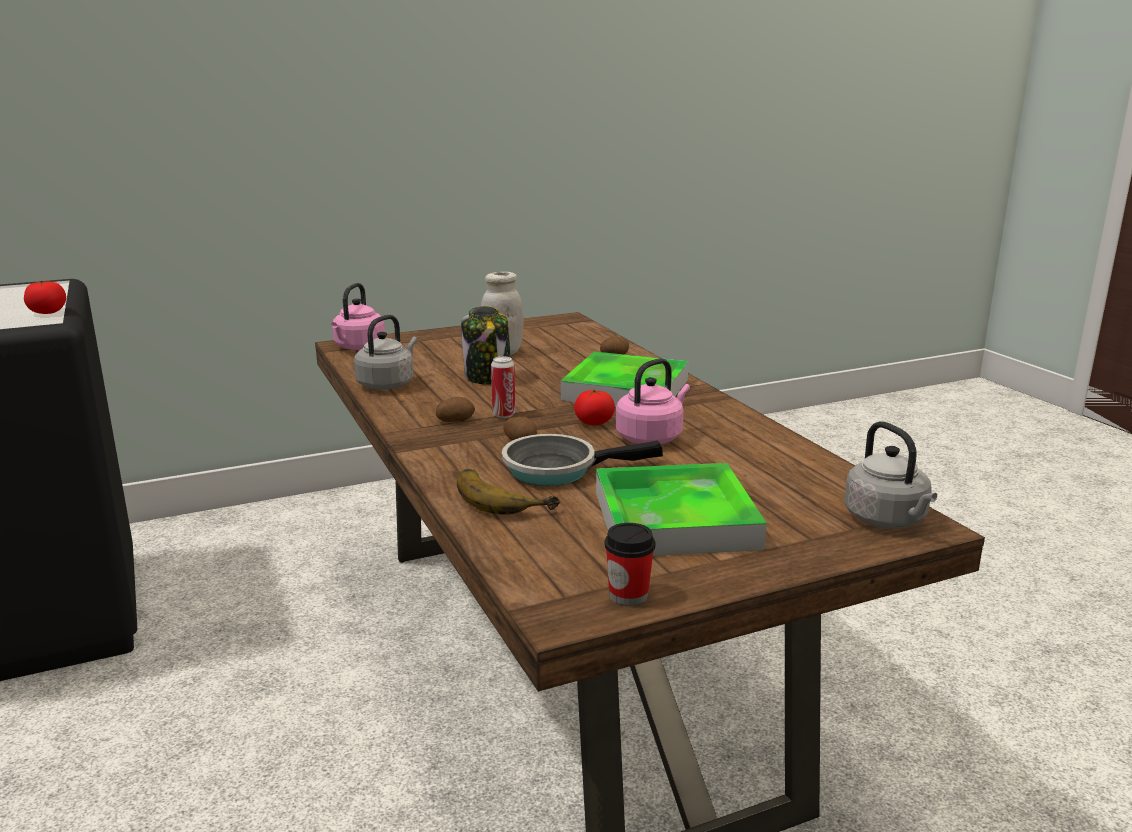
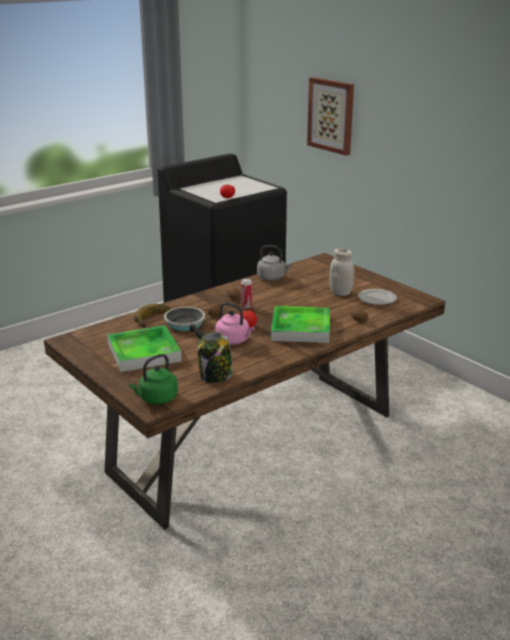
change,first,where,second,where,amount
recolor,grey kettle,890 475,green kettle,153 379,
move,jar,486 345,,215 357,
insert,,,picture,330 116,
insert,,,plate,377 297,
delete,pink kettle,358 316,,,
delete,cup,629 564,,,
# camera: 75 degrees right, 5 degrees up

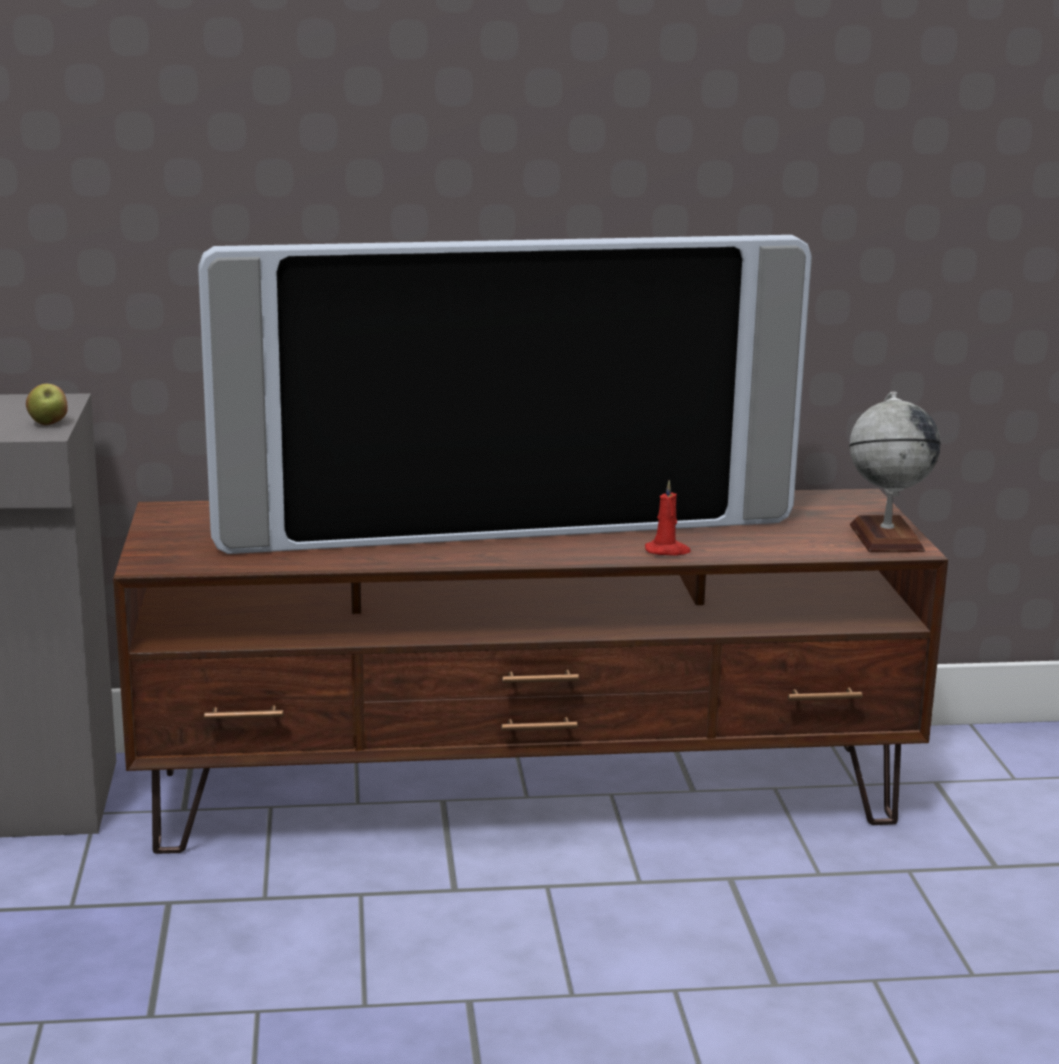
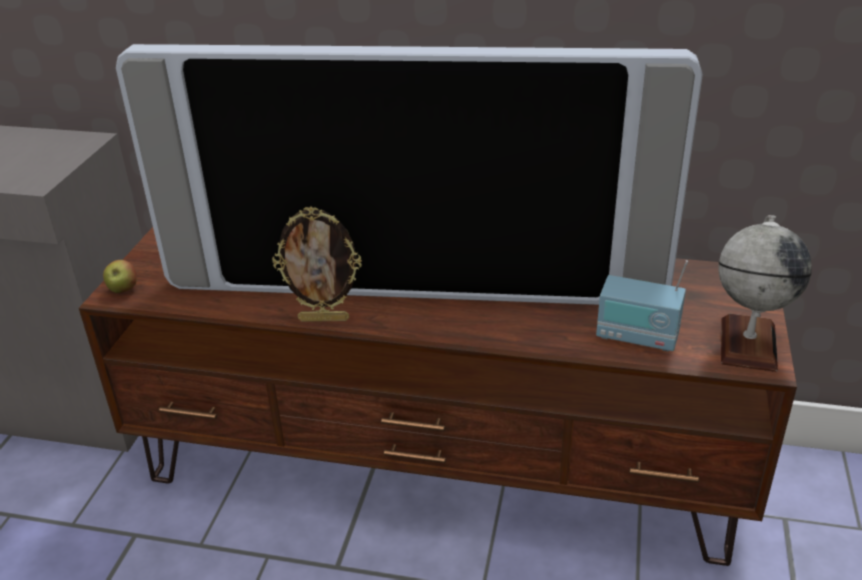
change,first,where,second,where,amount
move,apple,47 404,,120 276,
insert,,,picture frame,317 264,
insert,,,radio,642 306,
delete,red candle,668 518,,,
# camera: 20 degrees right, 15 degrees up

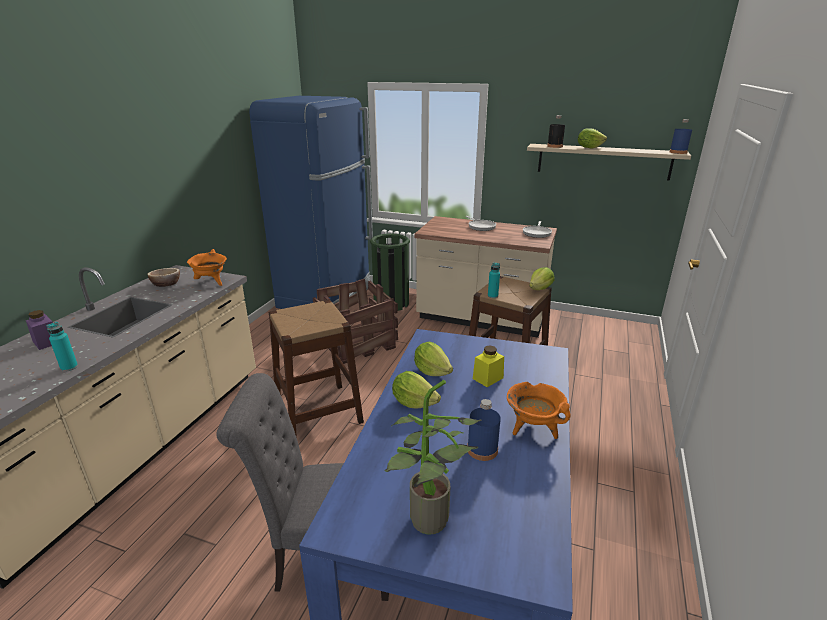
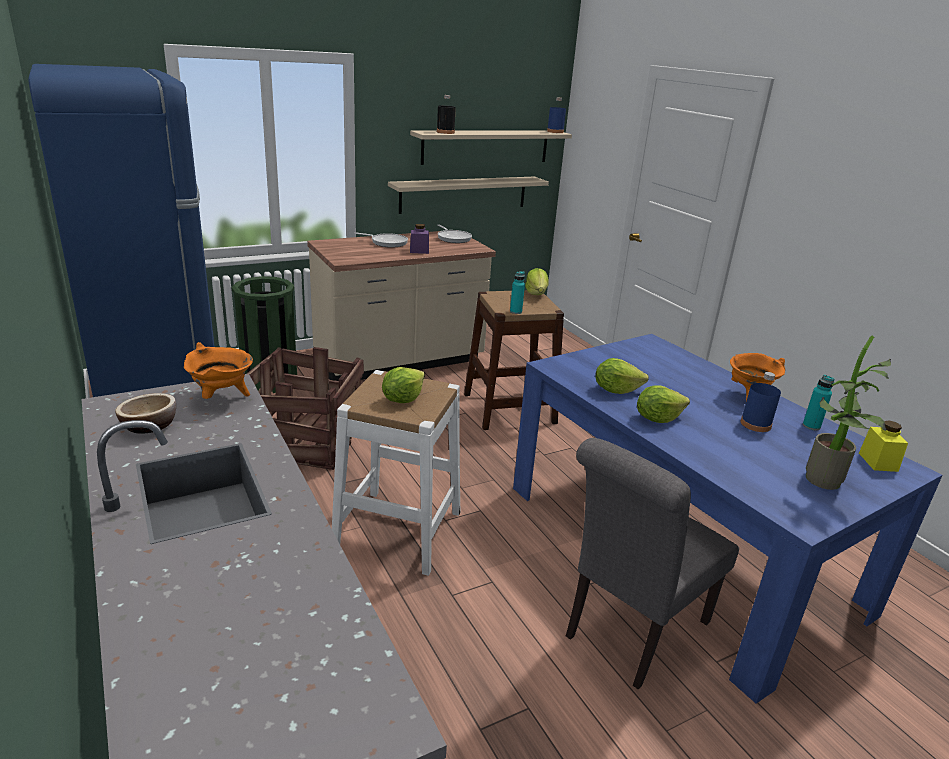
change,first,where,second,where,amount
recolor,brown stool,316 369,white stool,396 473,
move,lettuce,592 138,,403 385,
insert,,,beige shelf,468 195,
move,purple jar,39 330,,419 239,
move,turquoise bottle,62 347,,819 403,
move,yellow jar,488 366,,883 446,
# camera: 50 degrees left, 0 degrees up

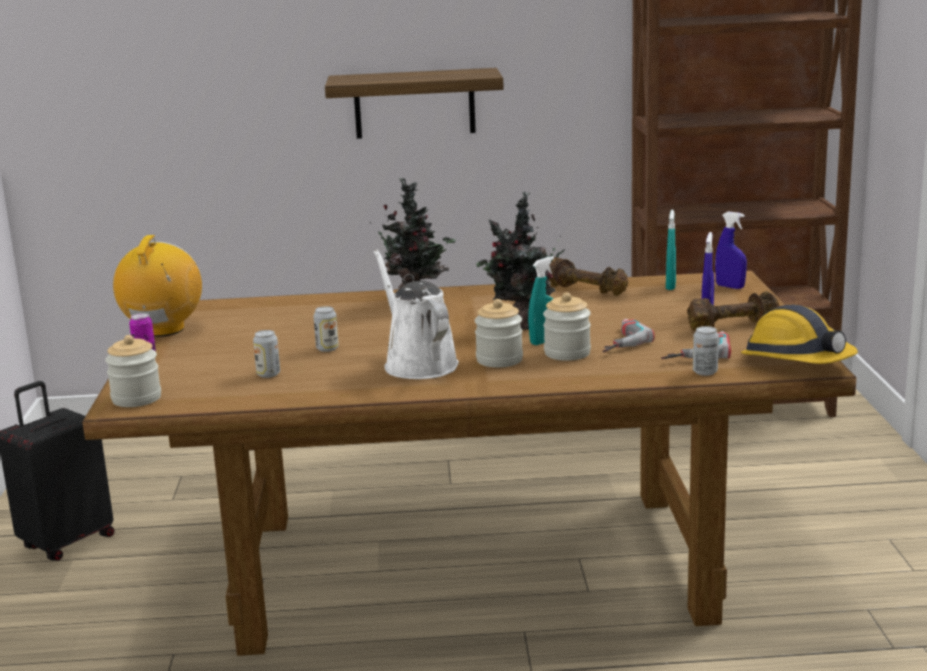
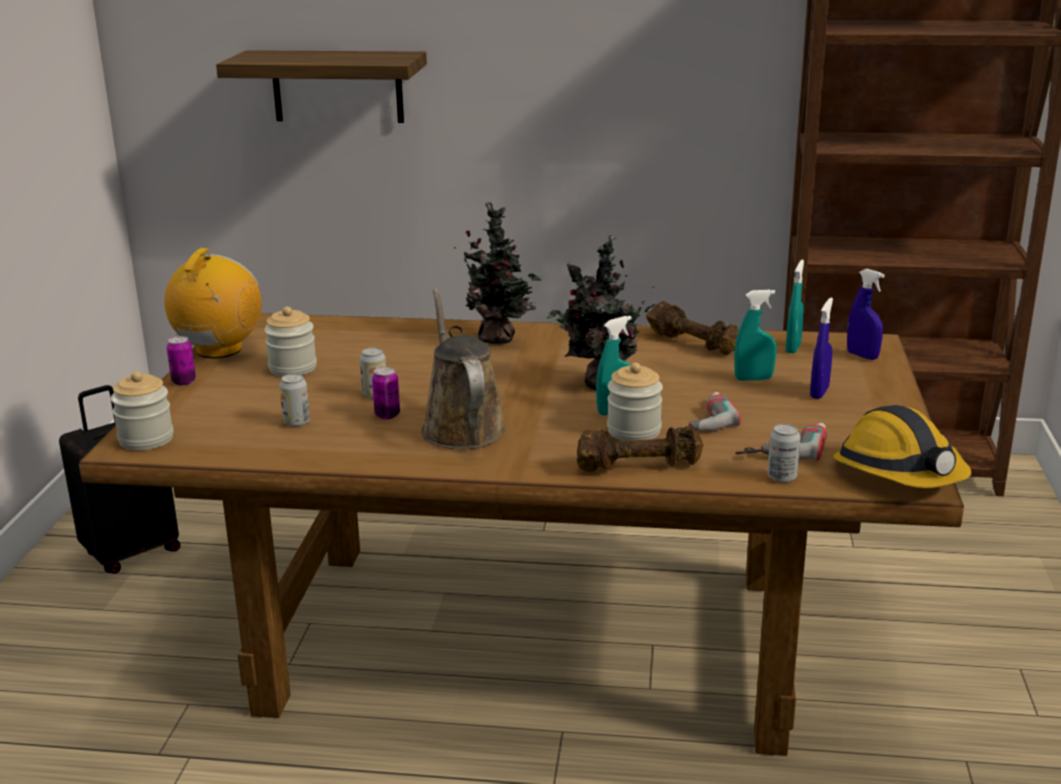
change,first,where,second,where,amount
move,shelf,414 103,,321 86,
move,jar,499 333,,290 342,
insert,,,can,386 393,
recolor,white watering can,416 314,brown watering can,464 368,
move,brown dumbbell,733 311,,640 449,
insert,,,turquoise spray bottle,755 335,
# camera: 10 degrees right, 5 degrees up

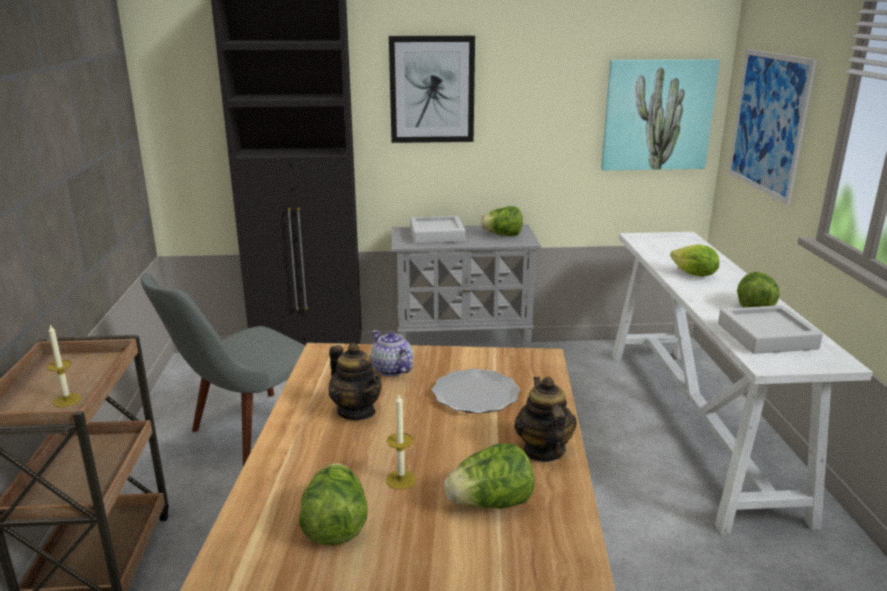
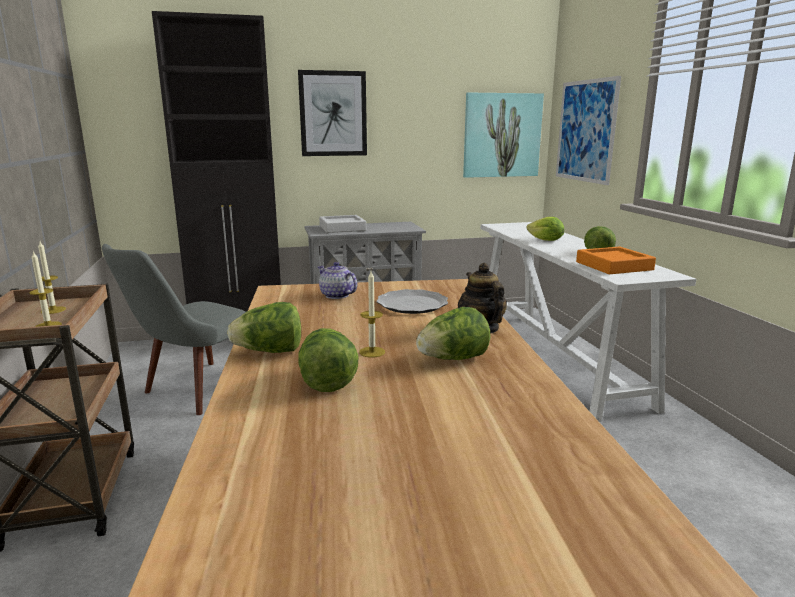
change,first,where,second,where,amount
insert,,,candle,52 278,
move,lettuce,501 221,,264 327,
recolor,grey tray,770 329,orange tray,616 260,
delete,teapot,355 381,,,
# camera: 10 degrees left, 5 degrees down

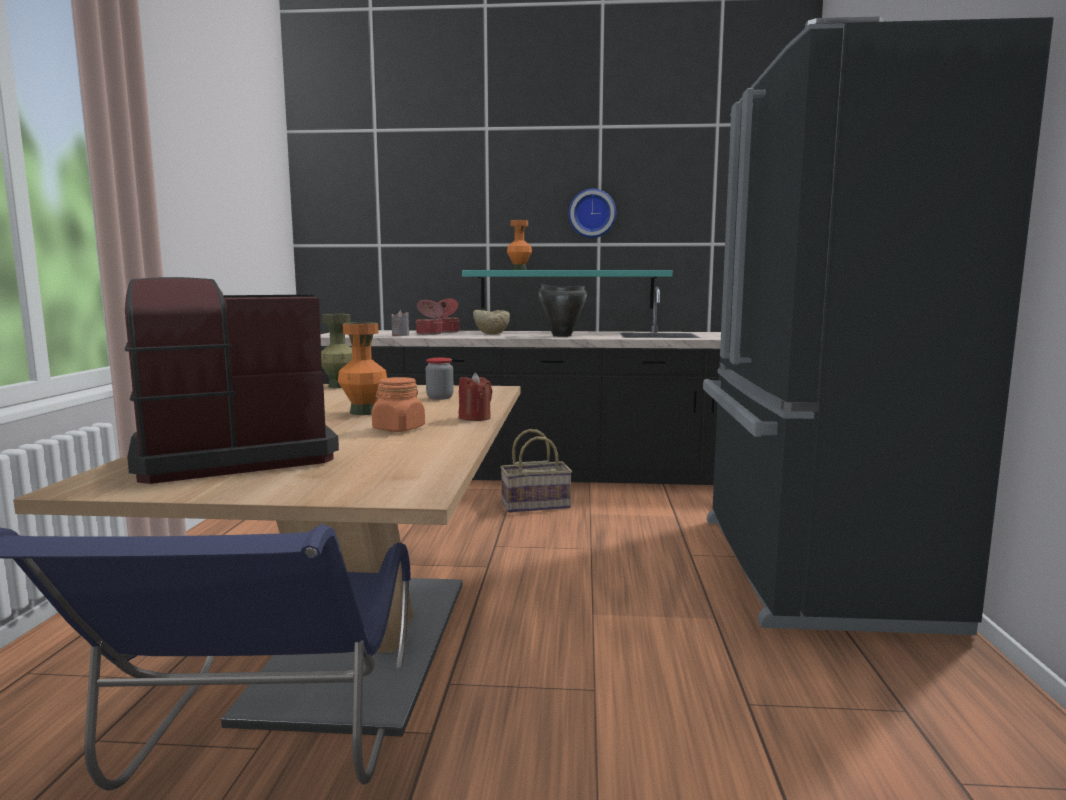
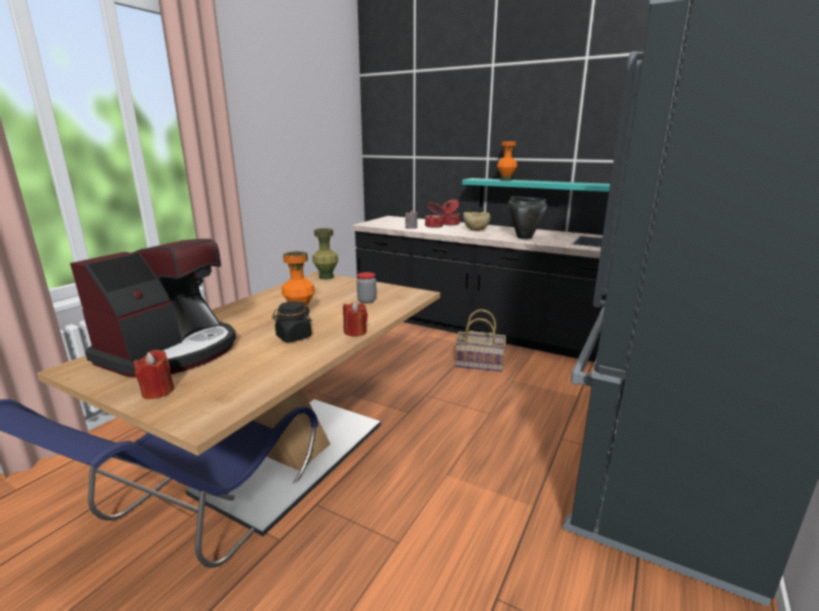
change,first,where,second,where,amount
rotate,coffee machine,232 380,,153 308,120 degrees clockwise
insert,,,red candle,154 374,
recolor,orange jar,398 404,black jar,292 321,
delete,wall clock,592 213,,,
# camera: 25 degrees right, 10 degrees up

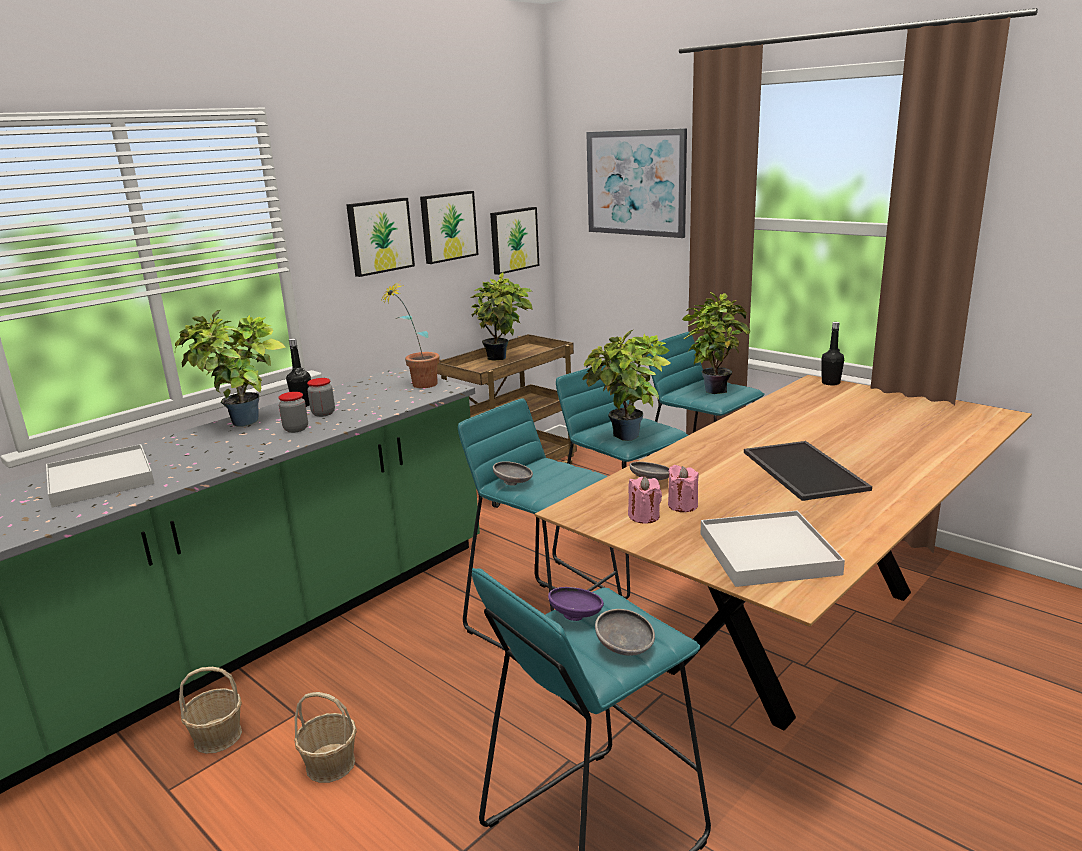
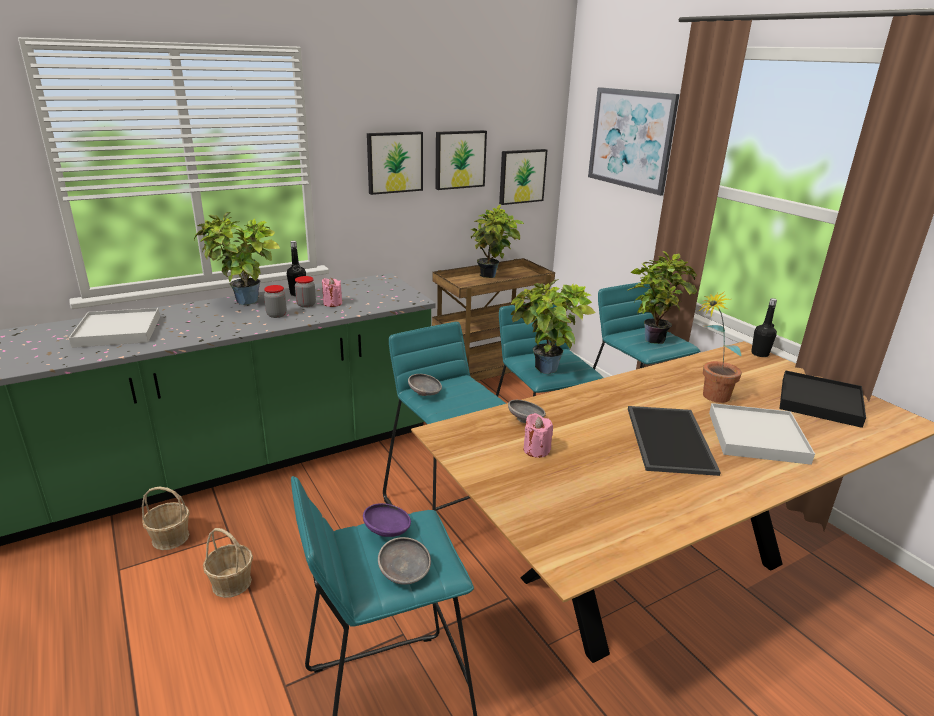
change,first,where,second,where,amount
move,pink candle,645 500,,332 292,
move,potted plant,409 334,,719 347,
move,white tray,773 548,,762 434,
insert,,,black tray,822 399,
# camera: 15 degrees right, 5 degrees up

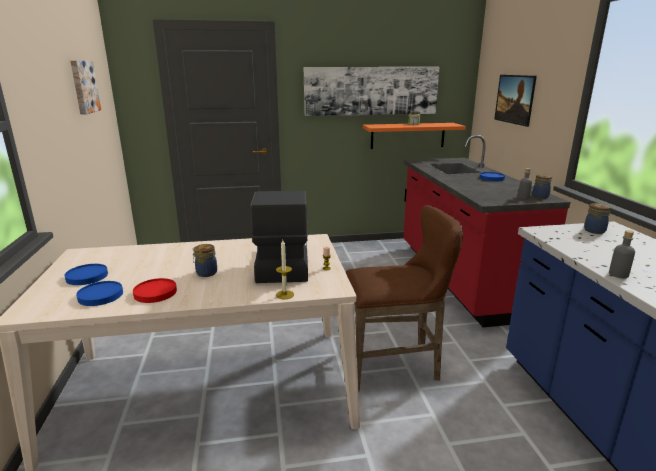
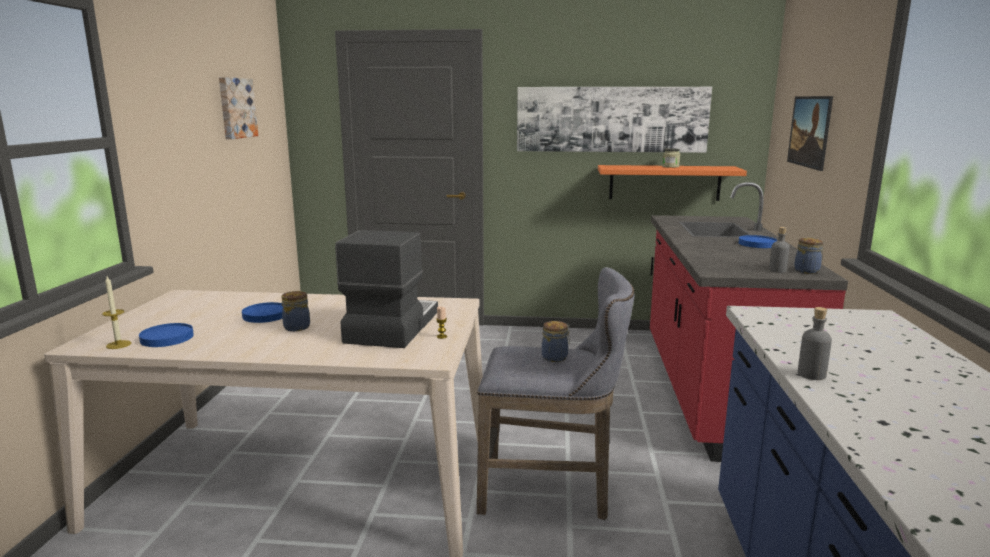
change,first,where,second,where,amount
move,candle,285 269,,117 312,
move,blue plate,86 274,,262 312,
recolor,brown stool,404 298,grey stool,555 393,
move,jar,597 218,,556 341,
delete,red plate,155 290,,,
# camera: 15 degrees right, 5 degrees down

